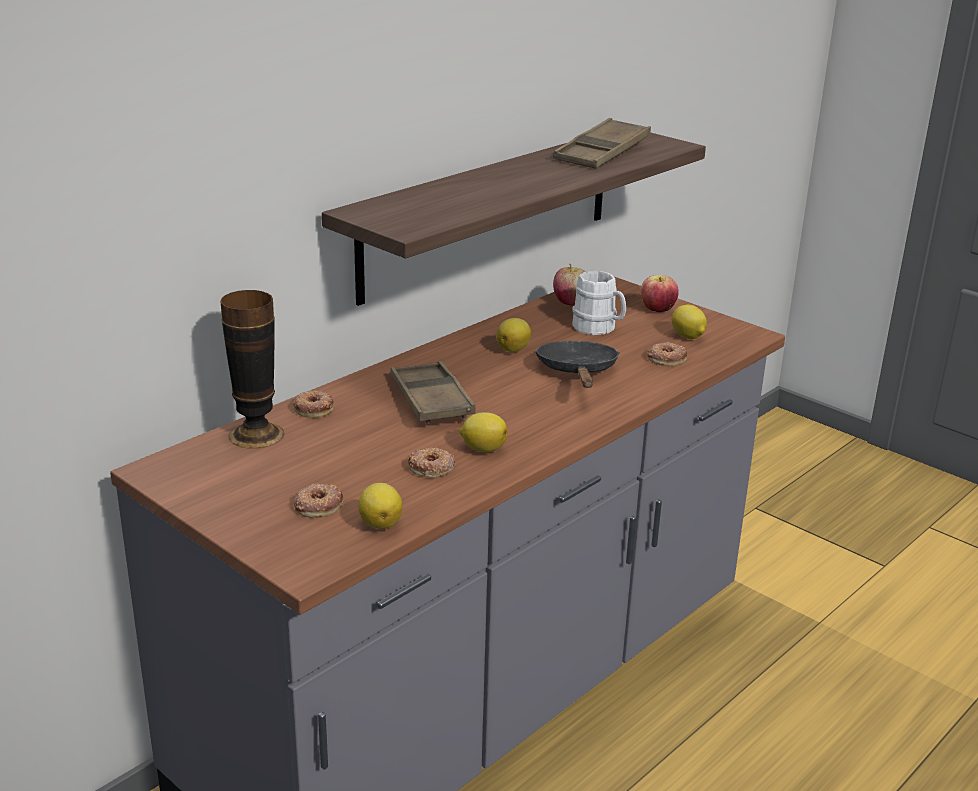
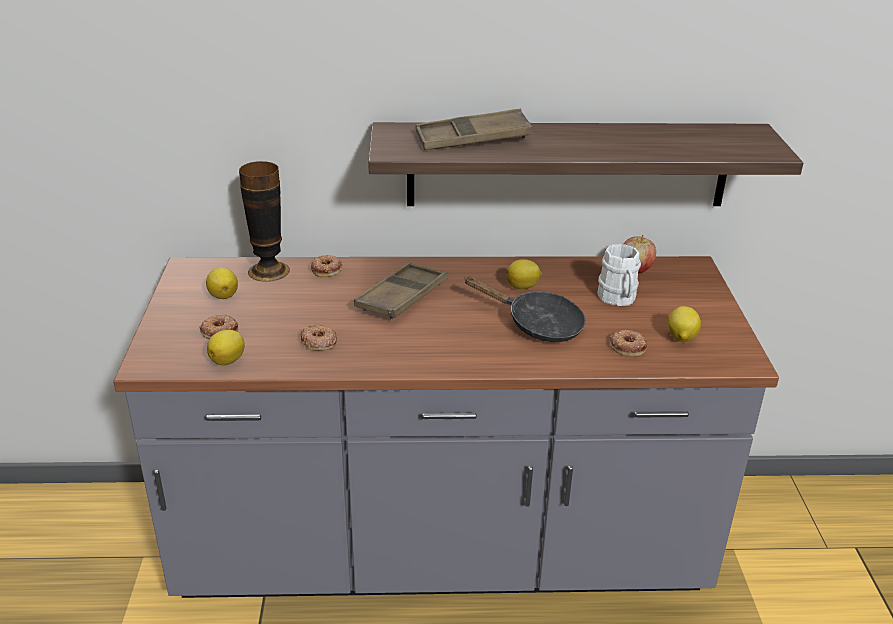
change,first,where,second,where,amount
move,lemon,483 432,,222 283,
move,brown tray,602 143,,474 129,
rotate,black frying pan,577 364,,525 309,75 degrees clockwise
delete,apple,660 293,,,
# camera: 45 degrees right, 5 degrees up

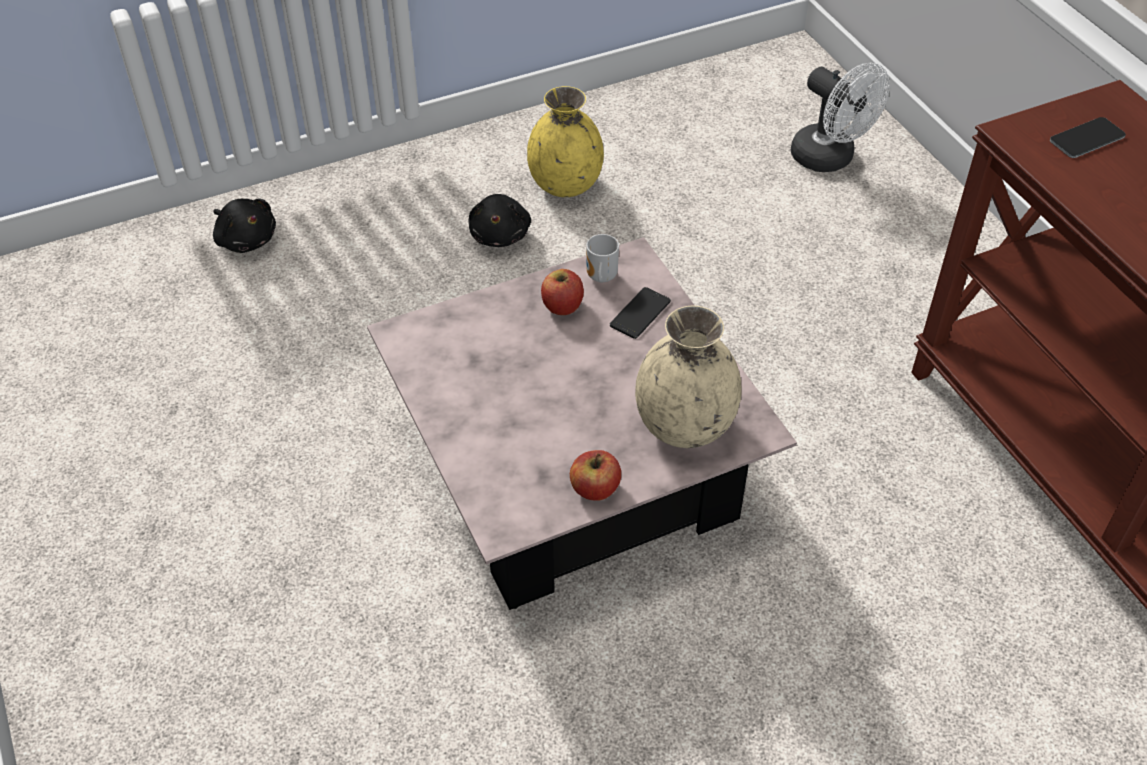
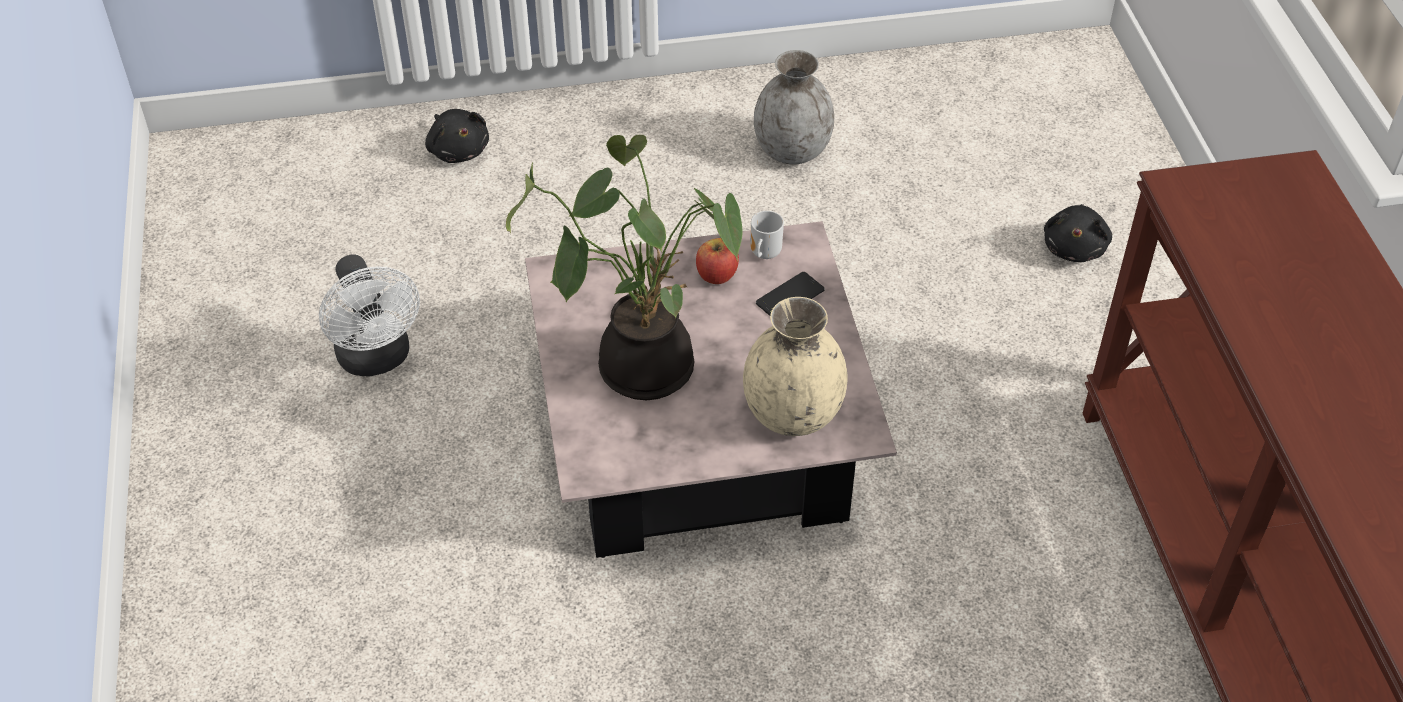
change,first,where,second,where,amount
move,white fan,840 117,,369 316,
insert,,,potted plant,624 267,
recolor,yellow vase,565 141,grey vase,794 107,
move,black plush toy,499 220,,1078 233,
delete,apple,595 475,,,
delete,phone,1088 137,,,
# camera: 15 degrees right, 0 degrees up

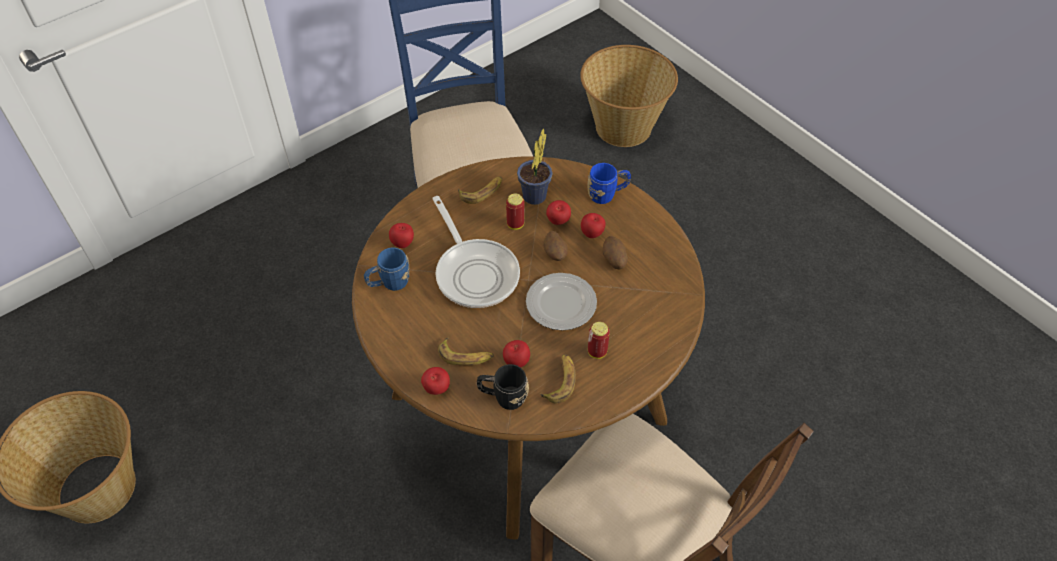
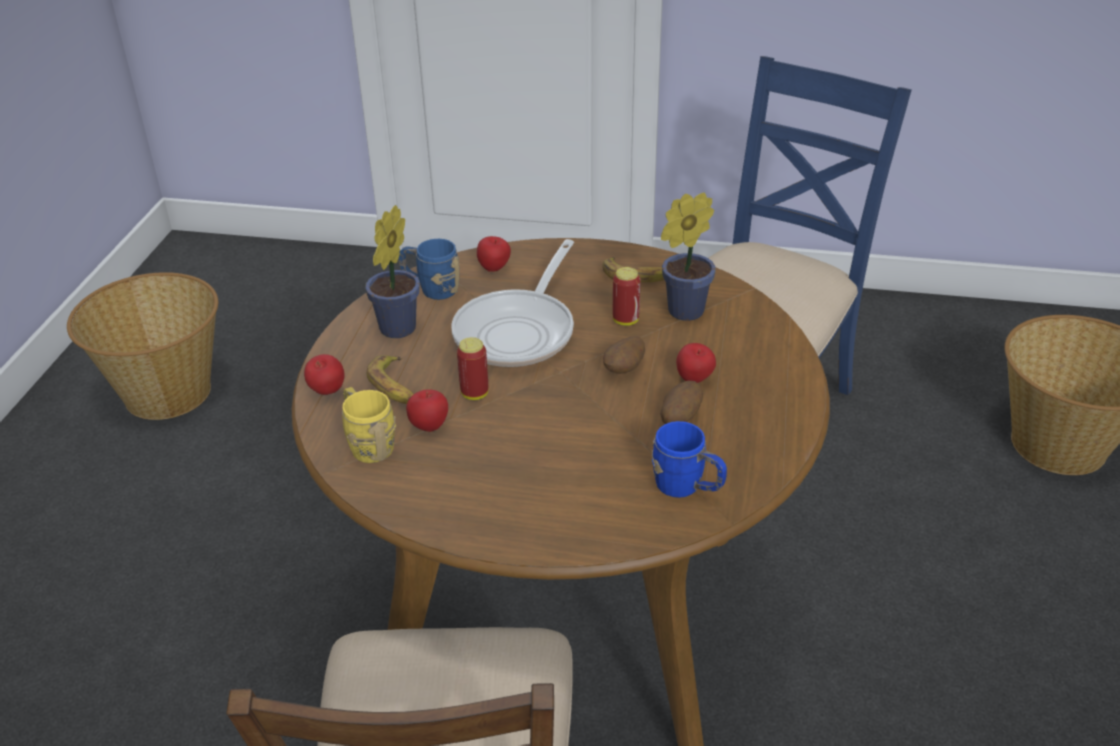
change,first,where,second,where,amount
recolor,black mug,503 387,yellow mug,369 425,
insert,,,potted plant,392 271,
move,can,599 340,,473 368,
move,blue mug,609 183,,689 459,
delete,plate,561 301,,,
delete,banana,558 378,,,
delete,apple,558 212,,,
# camera: 50 degrees right, 15 degrees down

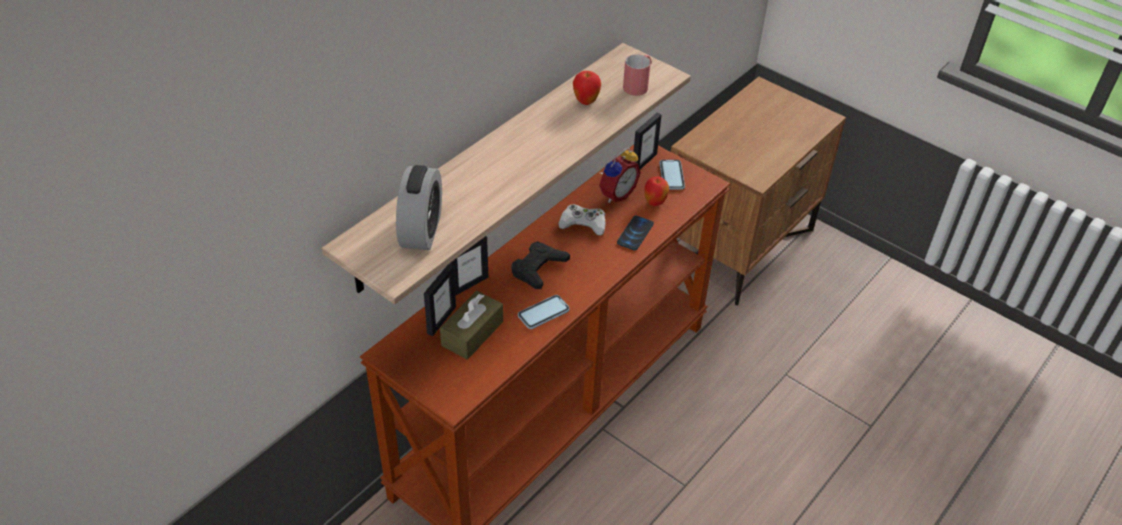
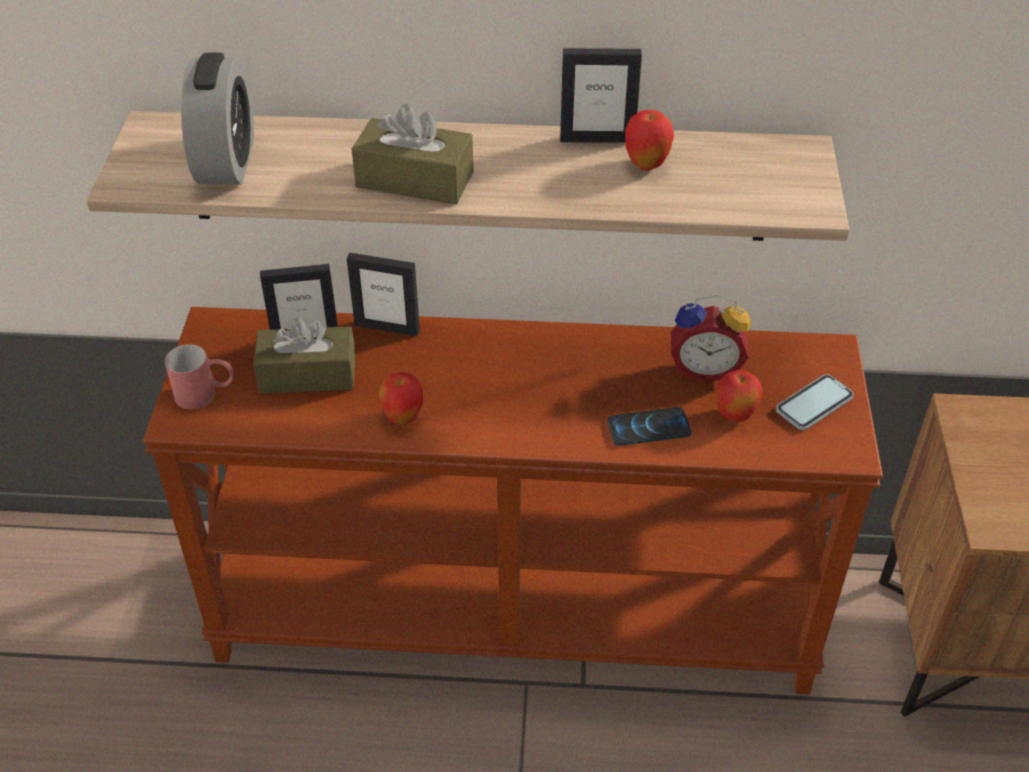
change,first,where,second,where,amount
move,red mug,637 75,,199 377,
rotate,alarm clock,419 207,,217 118,60 degrees counterclockwise
insert,,,brown tissue box,412 153,
replace,phone,544 312,apple,401 398,
move,picture frame,647 141,,601 95,
delete,black game controller,540 265,,,
delete,white game controller,582 220,,,
# camera: 55 degrees right, 0 degrees up

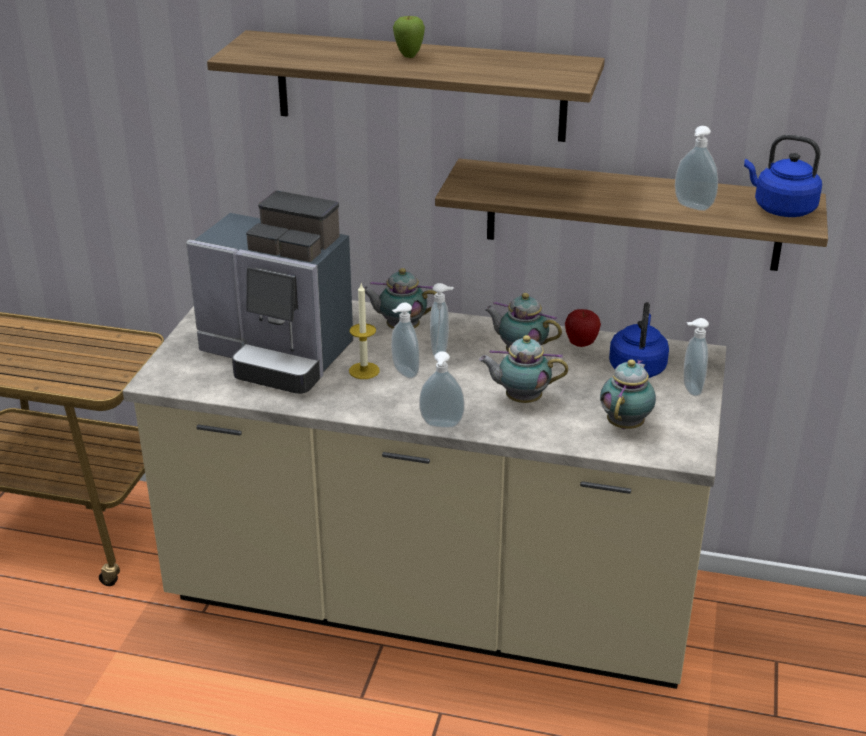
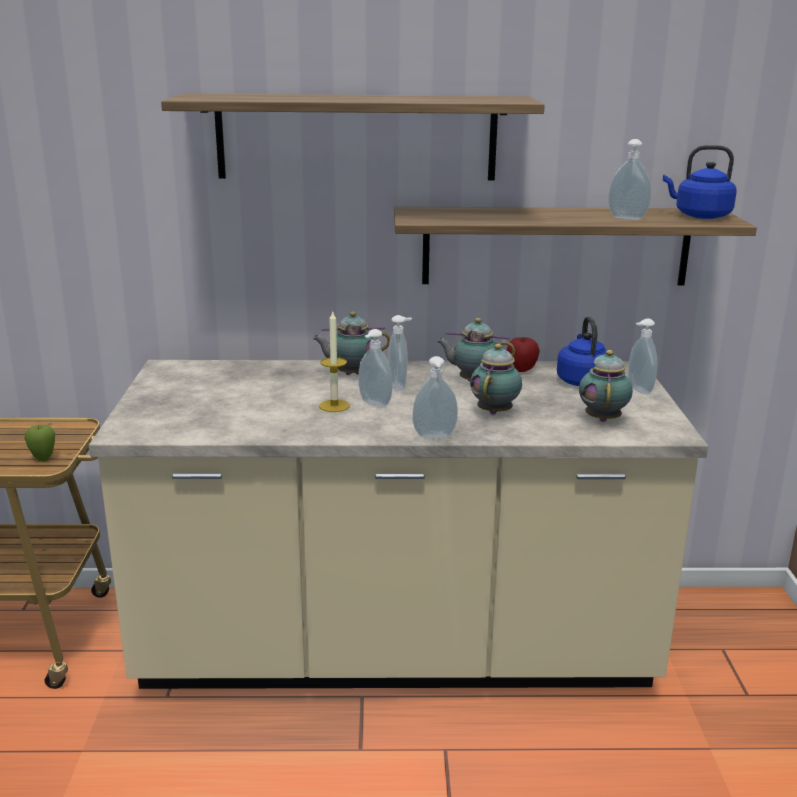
change,first,where,second,where,amount
move,apple,409 37,,40 443,
rotate,teapot,523 369,,496 379,120 degrees clockwise
delete,coffee machine,269 292,,,
# camera: 15 degrees left, 10 degrees down

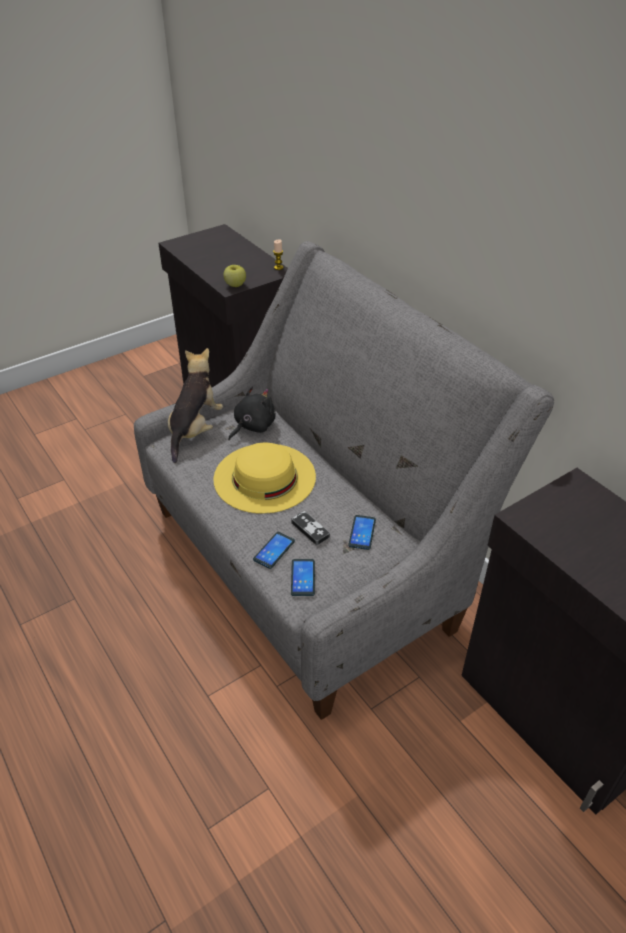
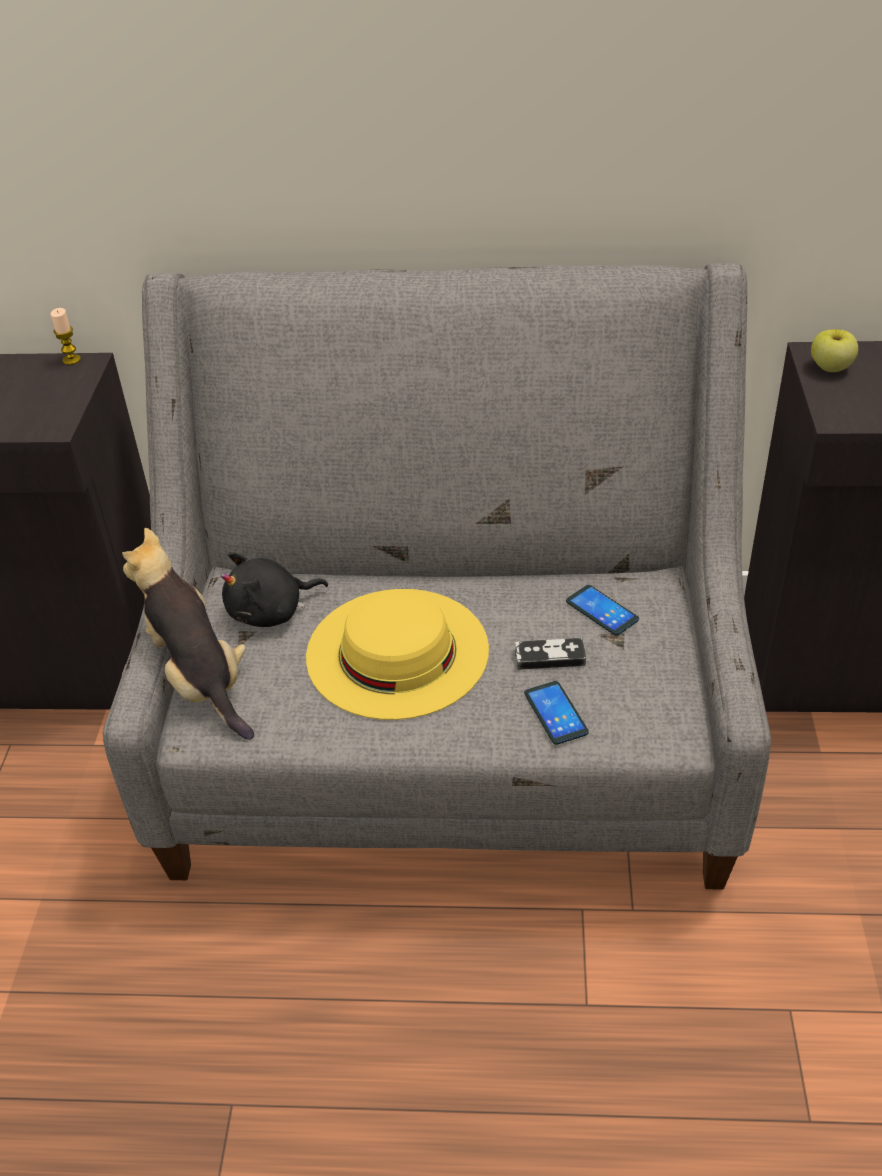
change,first,where,second,where,amount
rotate,black plush toy,252 413,,274 589,105 degrees counterclockwise
move,apple,235 276,,834 350,
delete,phone,303 577,,,
# camera: 50 degrees left, 0 degrees up

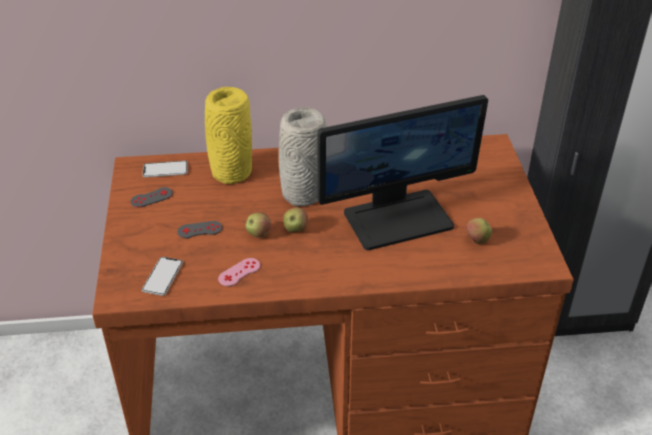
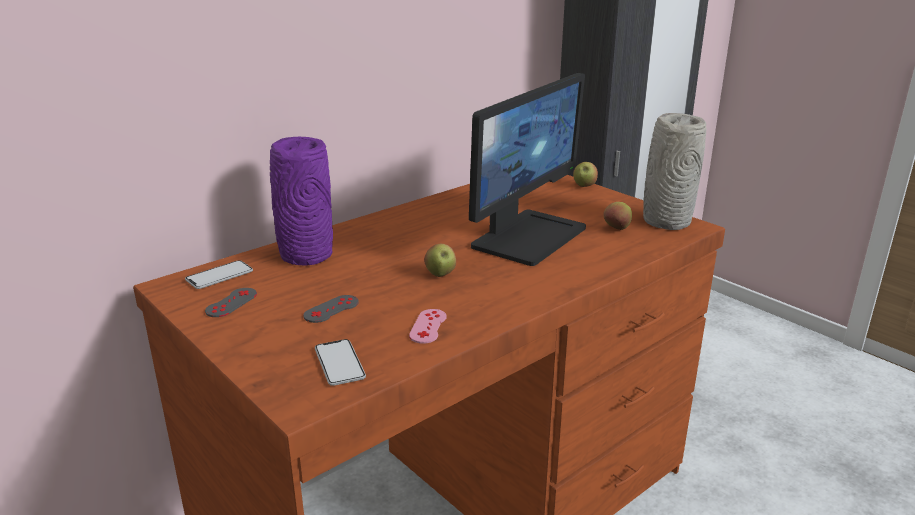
change,first,where,second,where,amount
recolor,yellow vase,228 135,purple vase,301 201,
move,apple,258 225,,585 174,
move,grey vase,302 156,,674 171,
# camera: 35 degrees left, 15 degrees down

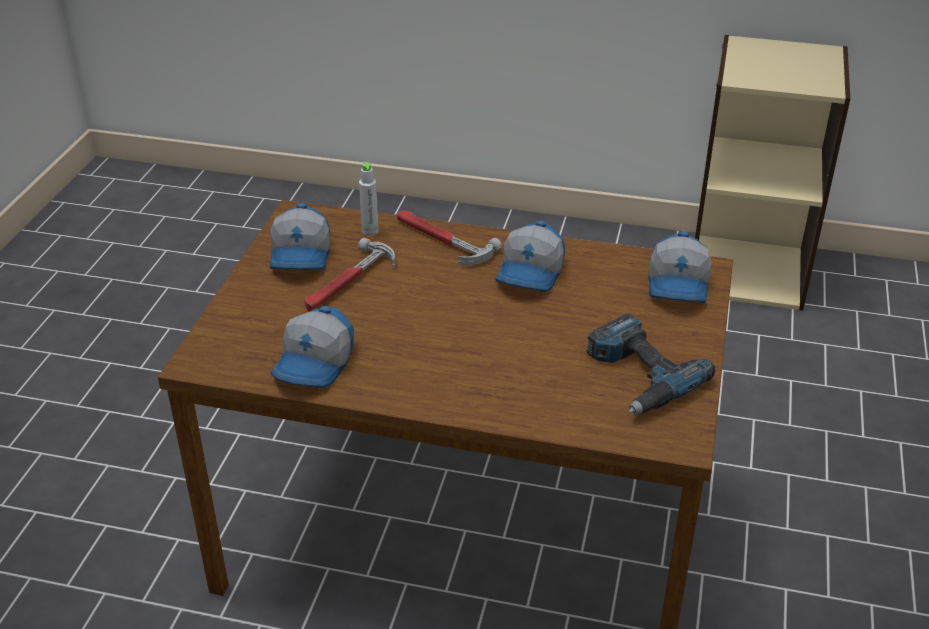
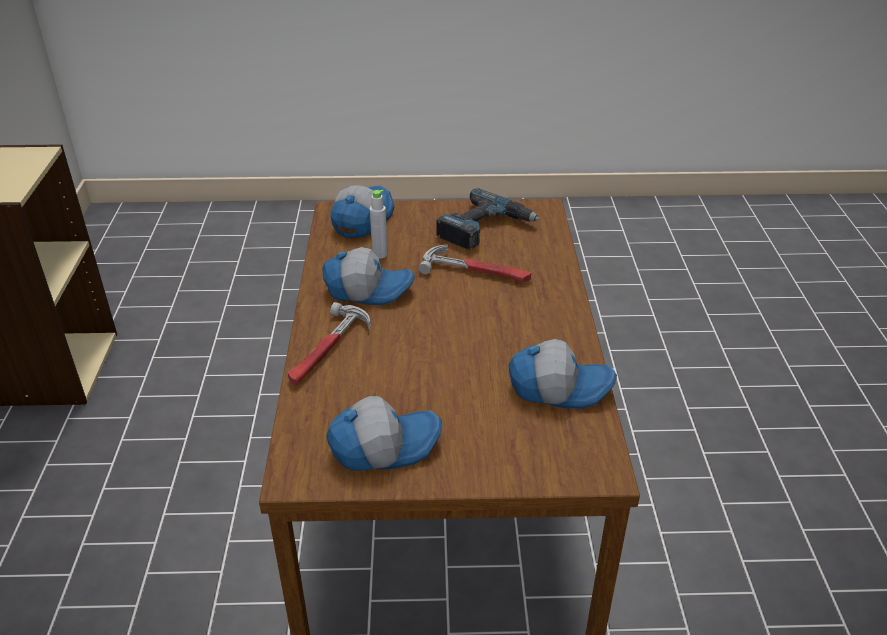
change,first,where,second,where,amount
rotate,cap,680 267,,362 211,60 degrees counterclockwise
move,grey bottle,369 199,,379 224,
move,hammer,349 274,,475 263,
# camera: 105 degrees left, 0 degrees up

